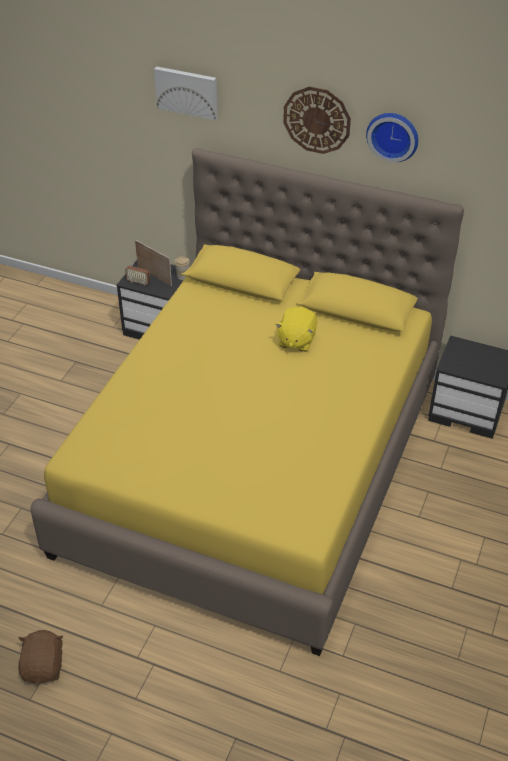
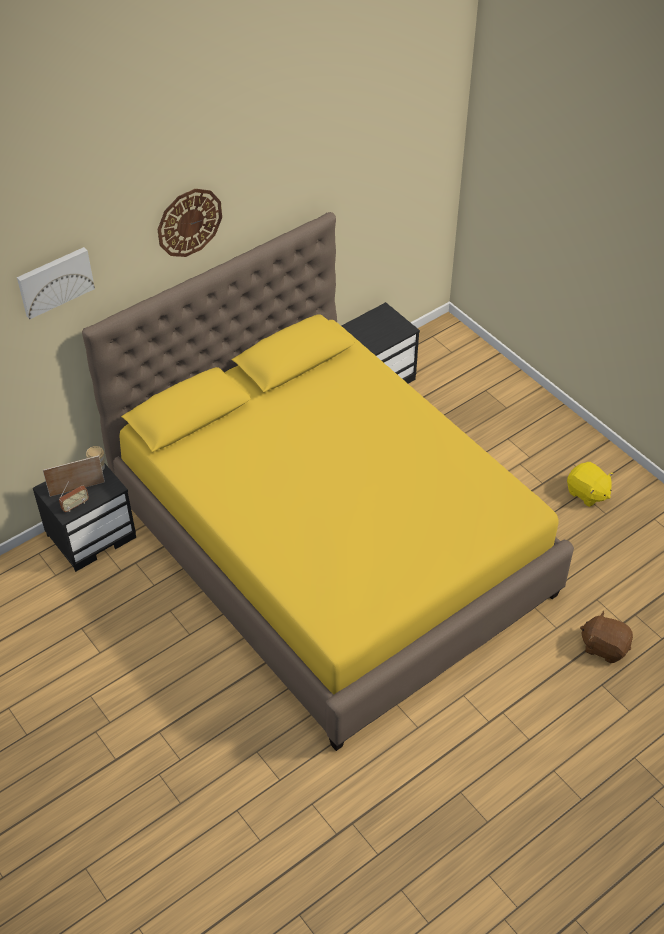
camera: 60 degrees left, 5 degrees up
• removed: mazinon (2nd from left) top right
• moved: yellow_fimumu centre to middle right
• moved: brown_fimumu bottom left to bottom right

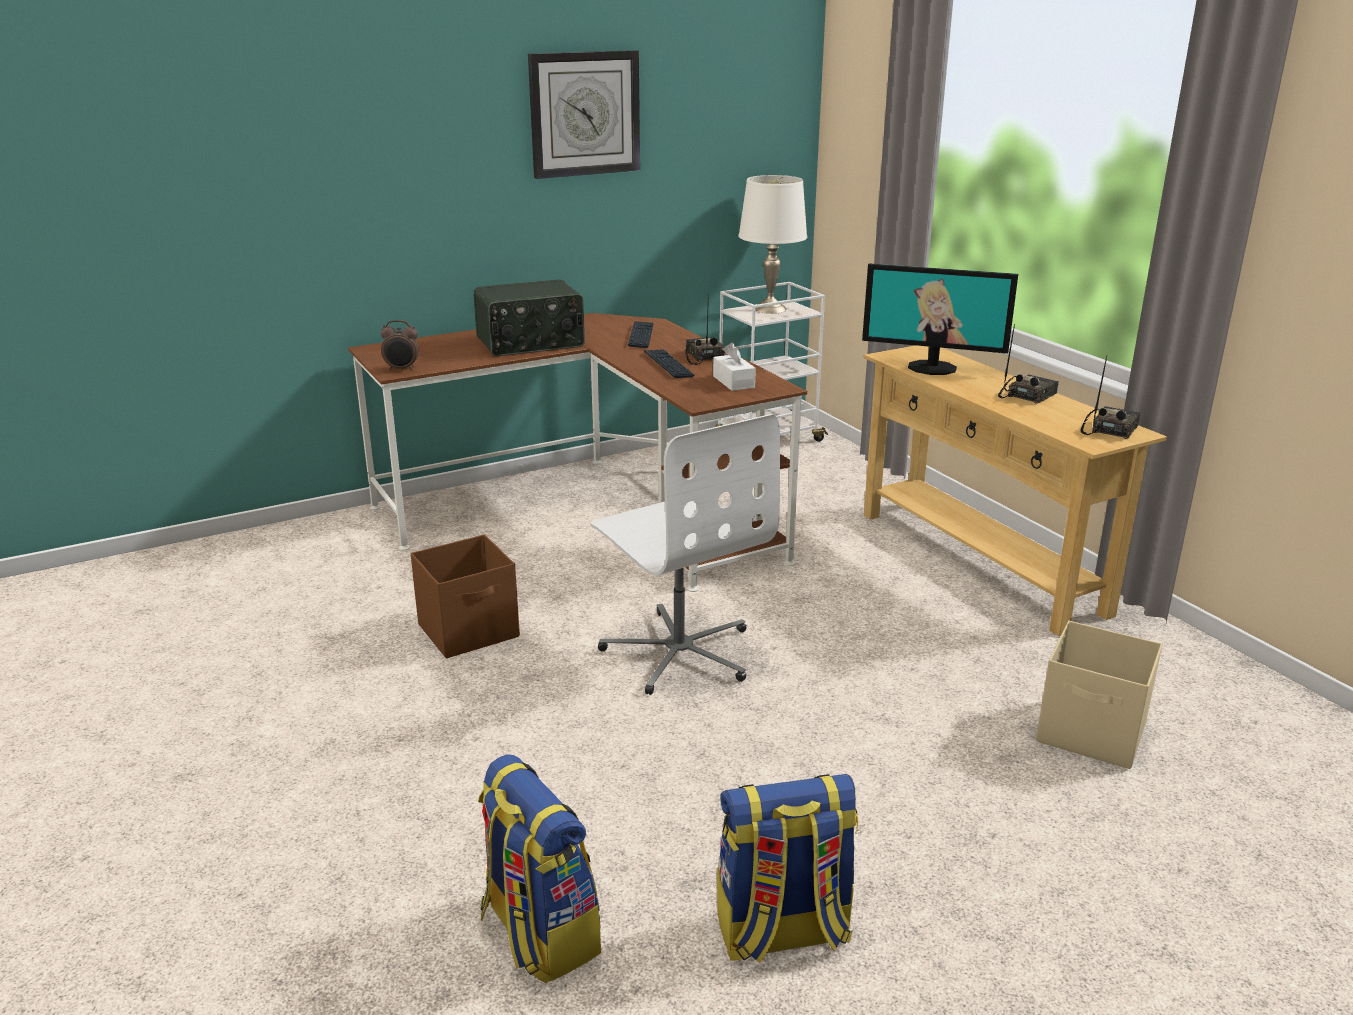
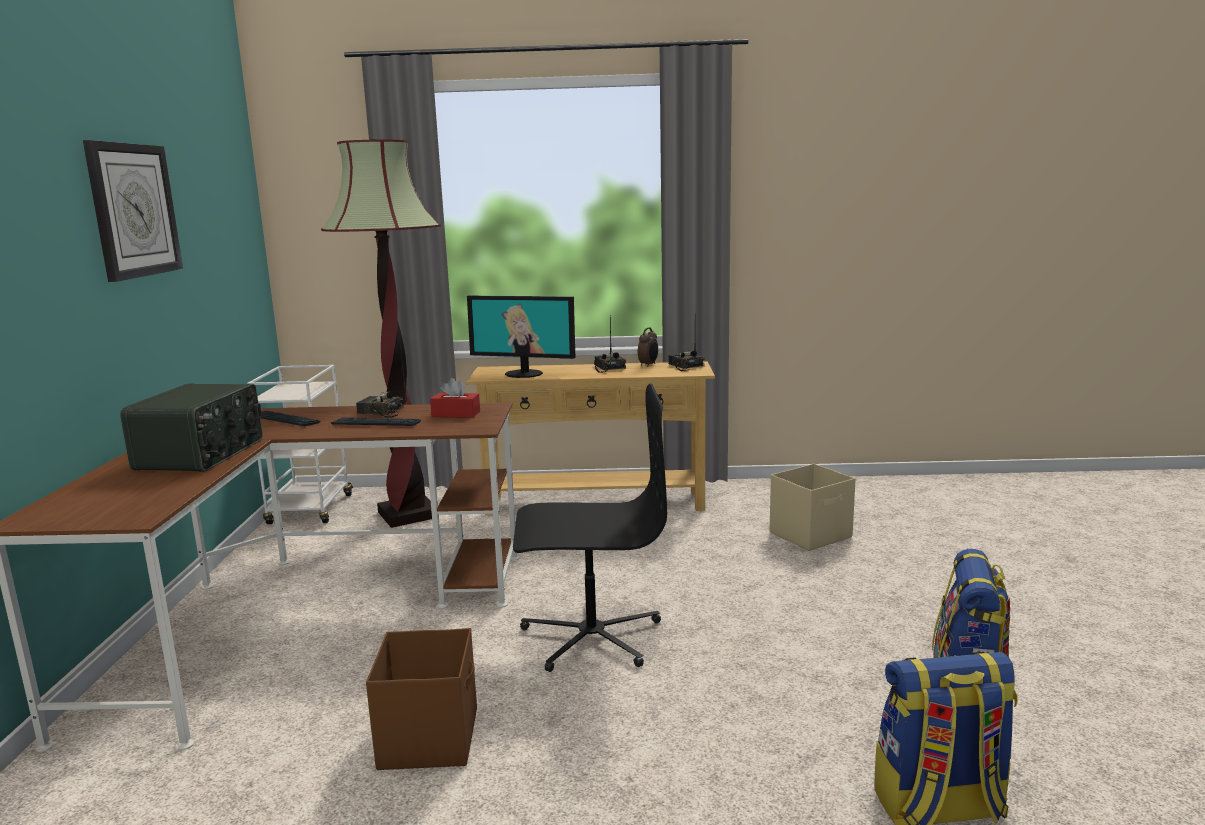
camera: 60 degrees left, 10 degrees down
• removed: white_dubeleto top centre
• turned: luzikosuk top right = centre 60 degrees clockwise
• moved: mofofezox middle left to centre
• recoloured: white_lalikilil centre to red_lalikilil centre
• recoloured: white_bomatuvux centre to black_bomatuvux centre
• added: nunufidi middle left

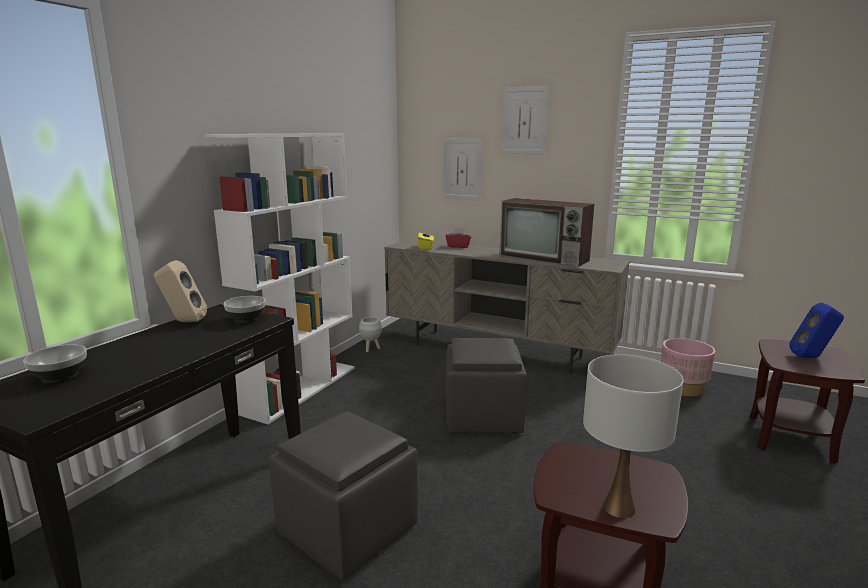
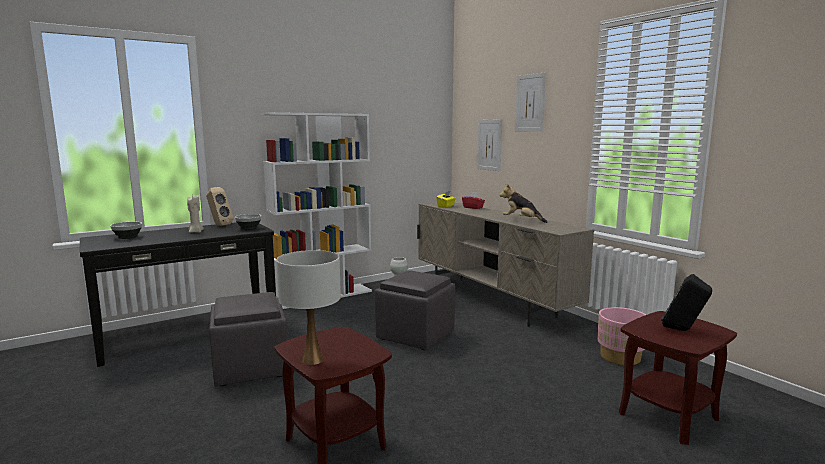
camera: 30 degrees right, 5 degrees down
• replaced: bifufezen centre to fimumu centre
• recoloured: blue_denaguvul middle right to black_denaguvul middle right
• added: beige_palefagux middle left

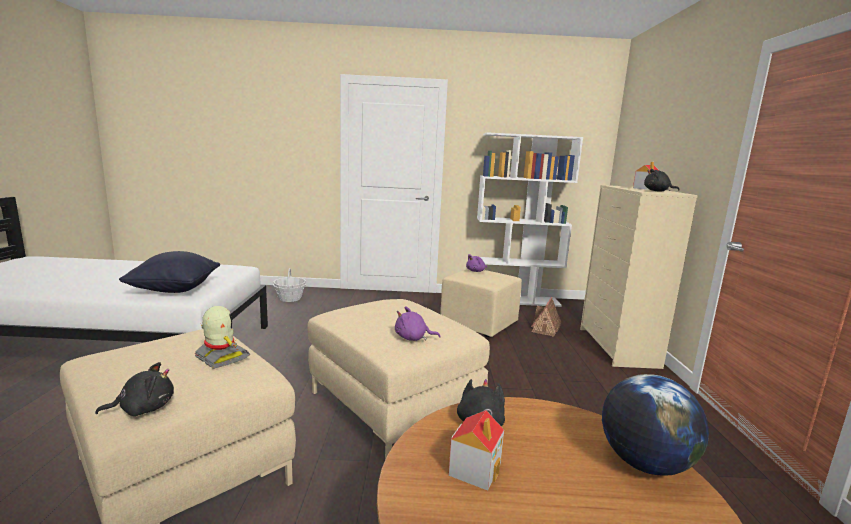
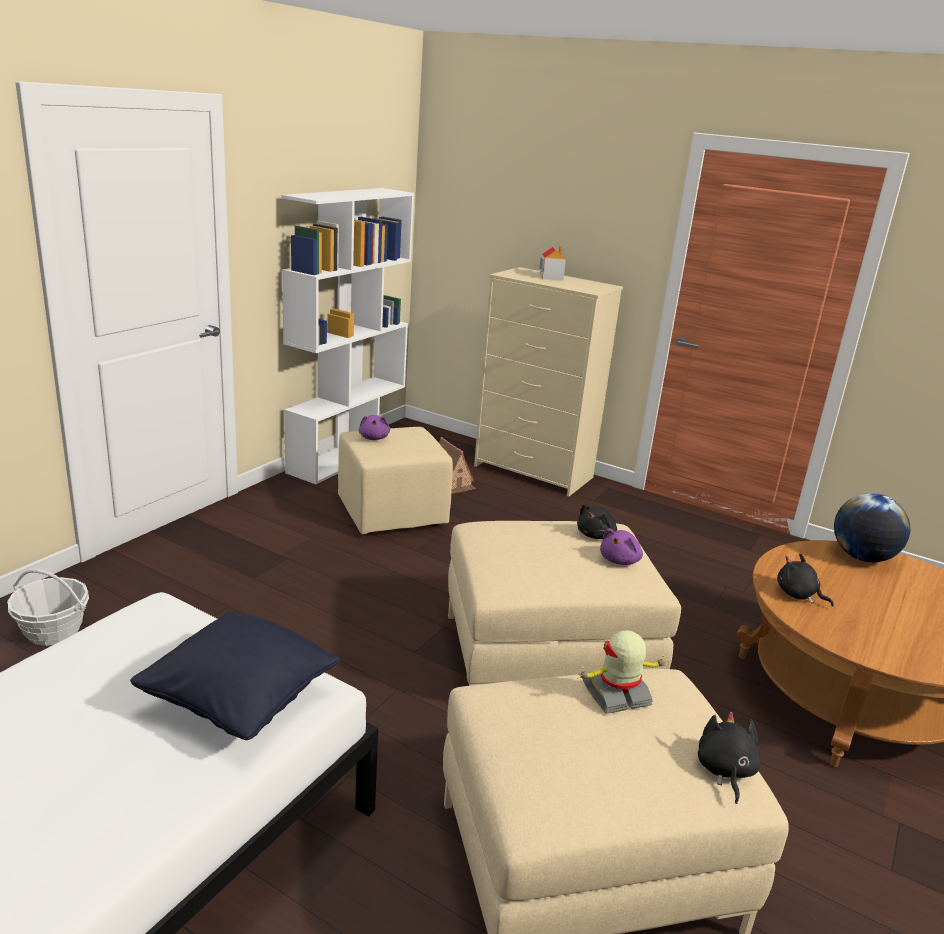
camera: 60 degrees left, 10 degrees up
• moved: black_fimumu (3rd from left in the first image) middle right to black_fimumu (1st from left) centre
• removed: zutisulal (1st from left) bottom centre

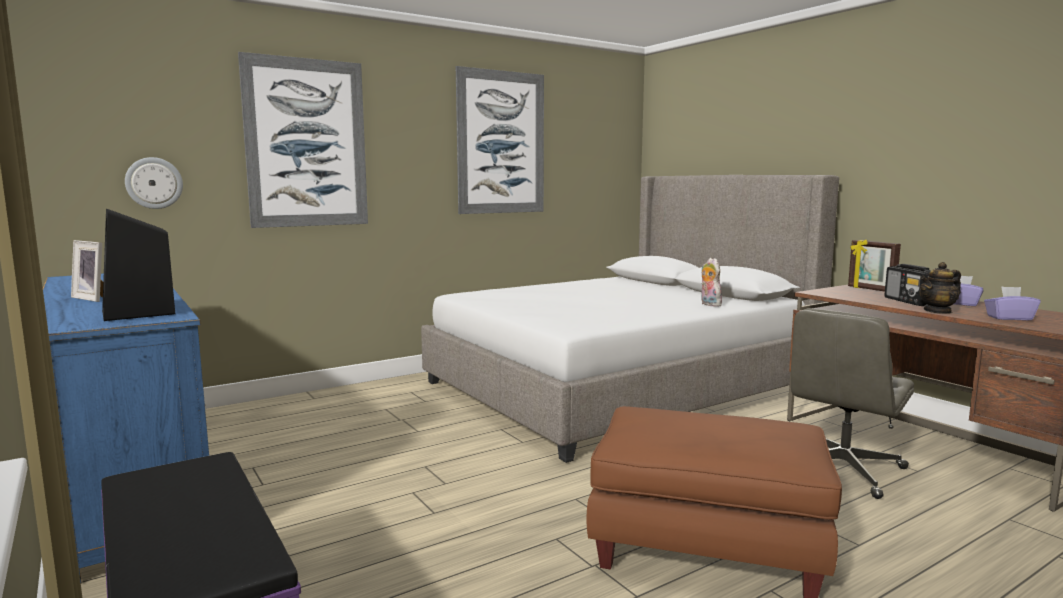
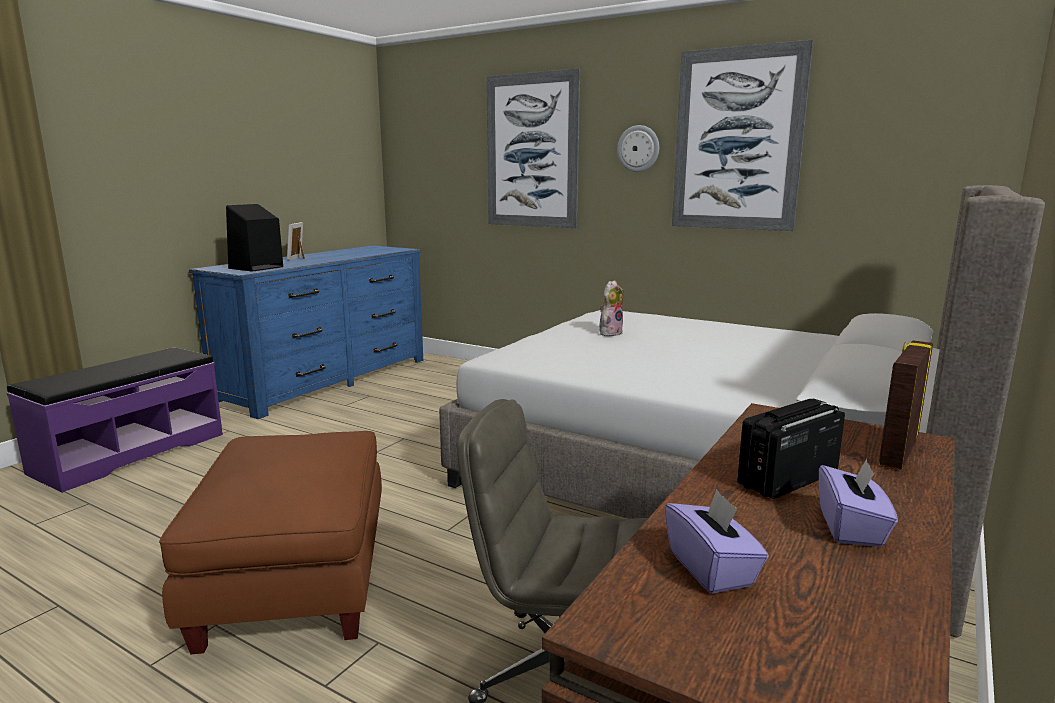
camera: 65 degrees right, 5 degrees up
• moved: mazinon top left to top centre
• moved: fimumu middle right to centre
• removed: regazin middle right

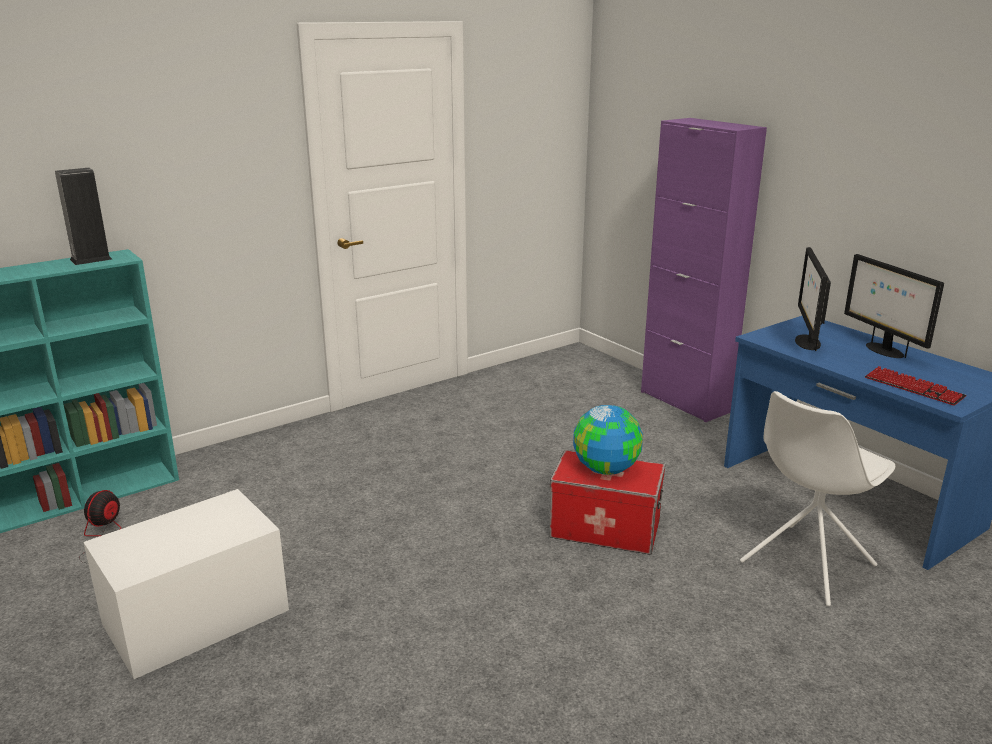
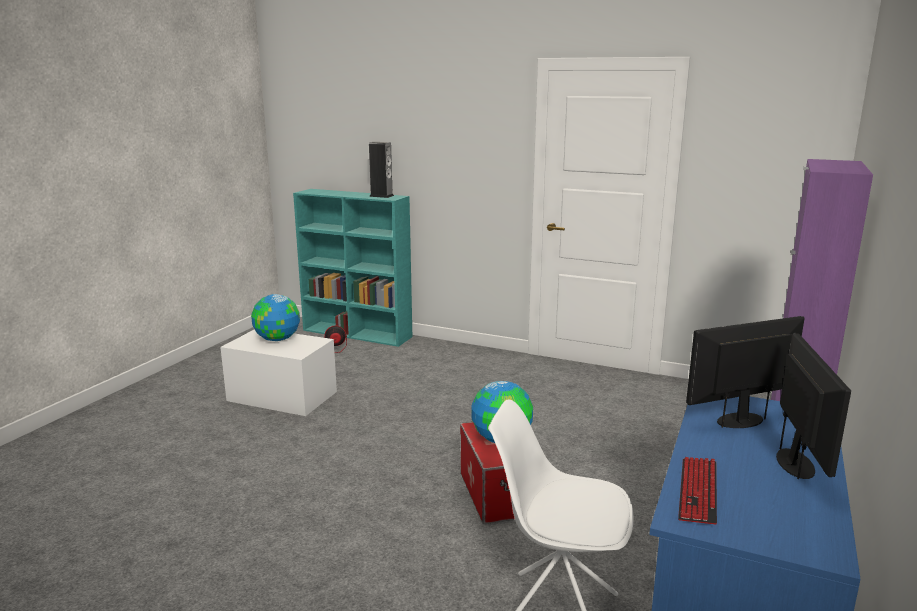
camera: 60 degrees right, 5 degrees down
• turned: luzikosuk (2nd from left) middle right = middle right 150 degrees clockwise
• added: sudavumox (1st from left) middle left

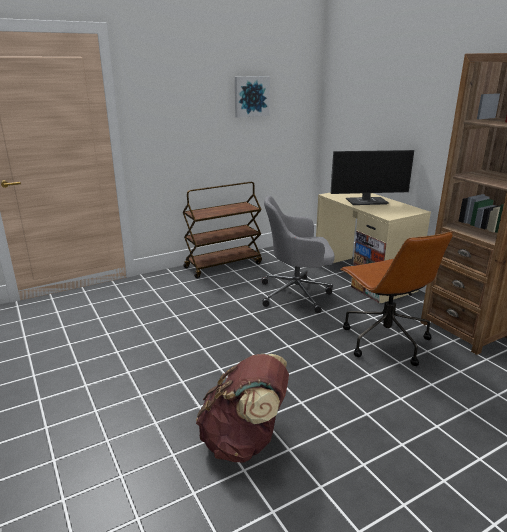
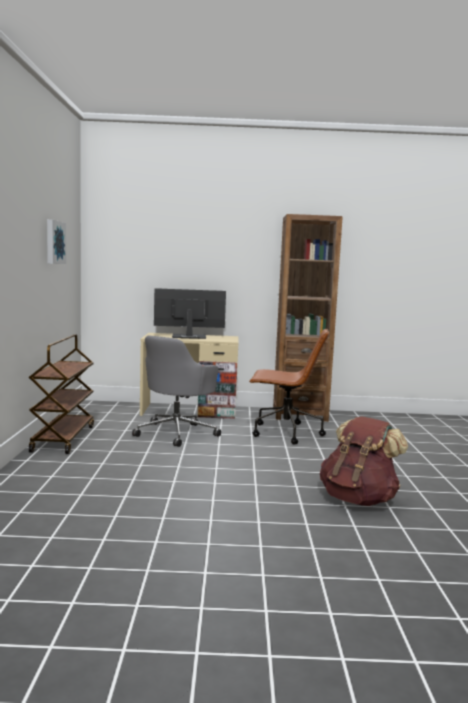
camera: 60 degrees left, 15 degrees down
• turned: luzikosuk top right = centre 120 degrees counterclockwise

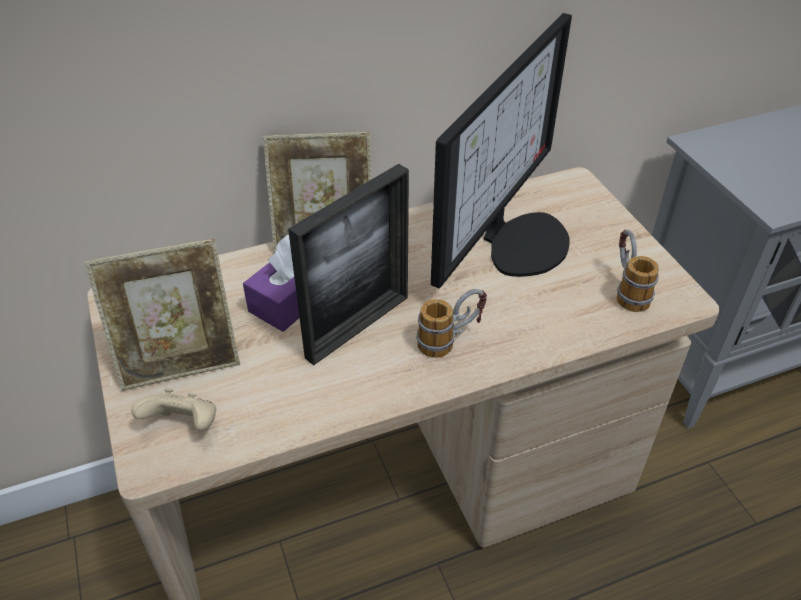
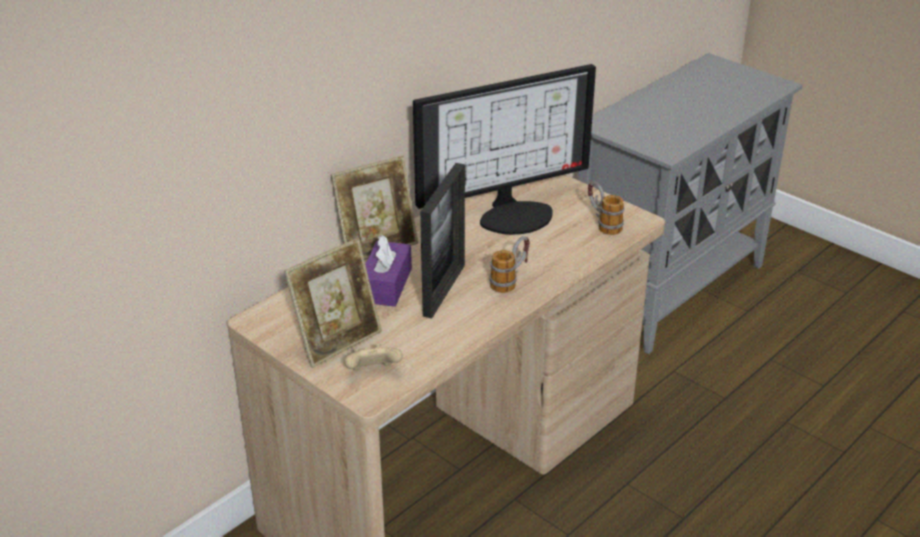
camera: 25 degrees left, 10 degrees down
• turned: luzikosuk top centre = top centre 60 degrees clockwise

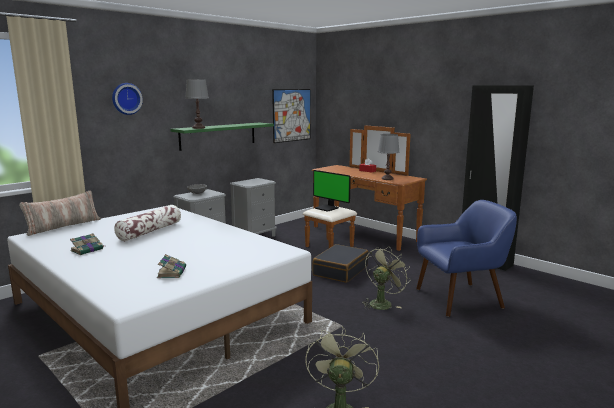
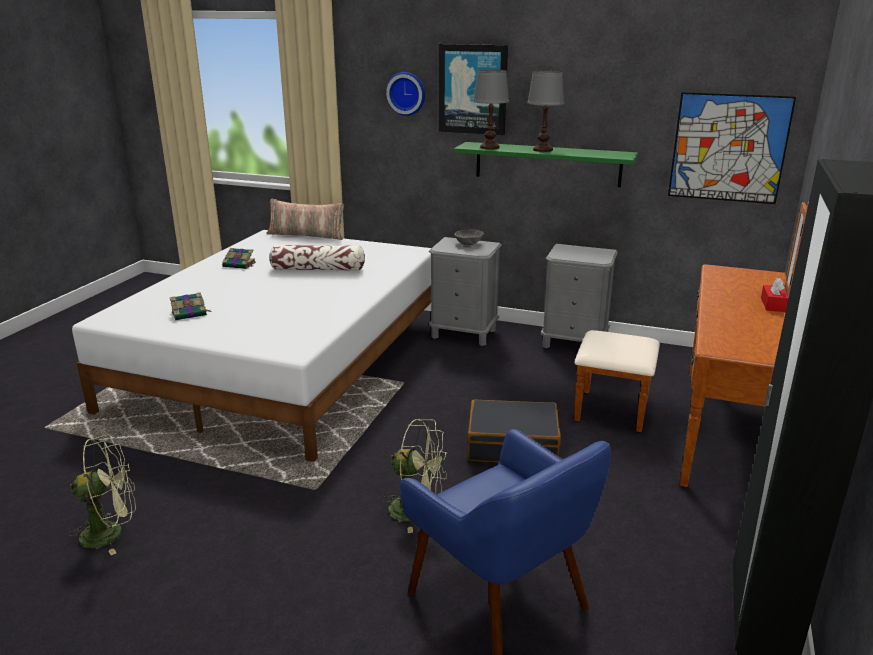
camera: 65 degrees right, 10 degrees up
• moved: grey_dubeleto (2nd from left) centre to top centre
• removed: luzikosuk centre
• added: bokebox (1st from left) top centre

